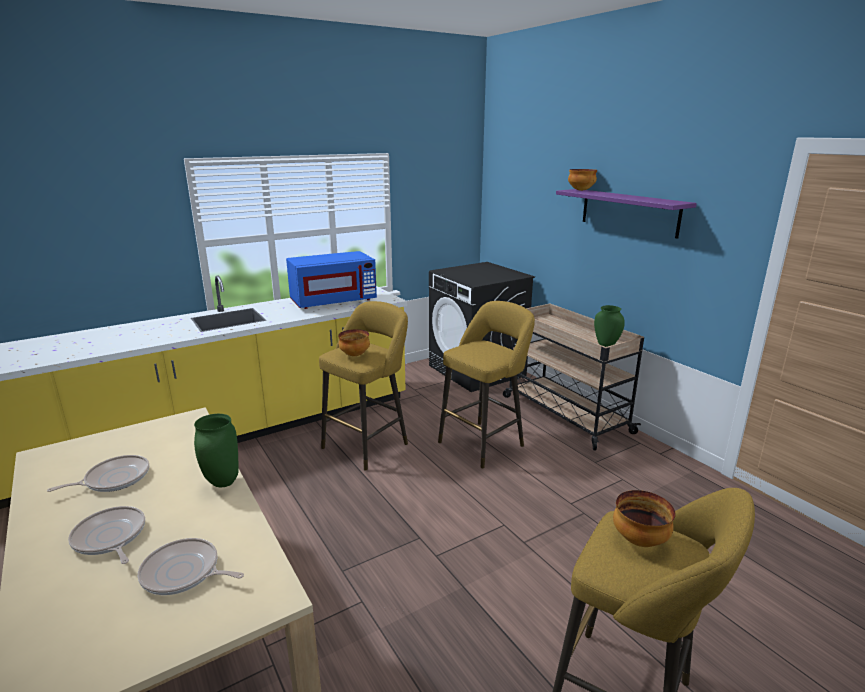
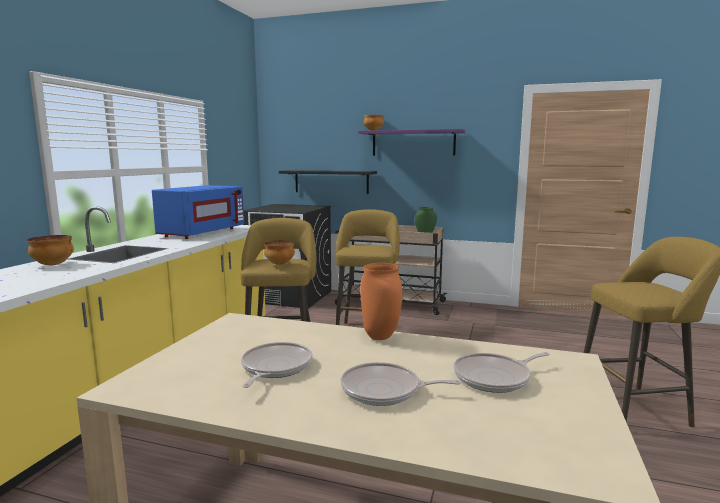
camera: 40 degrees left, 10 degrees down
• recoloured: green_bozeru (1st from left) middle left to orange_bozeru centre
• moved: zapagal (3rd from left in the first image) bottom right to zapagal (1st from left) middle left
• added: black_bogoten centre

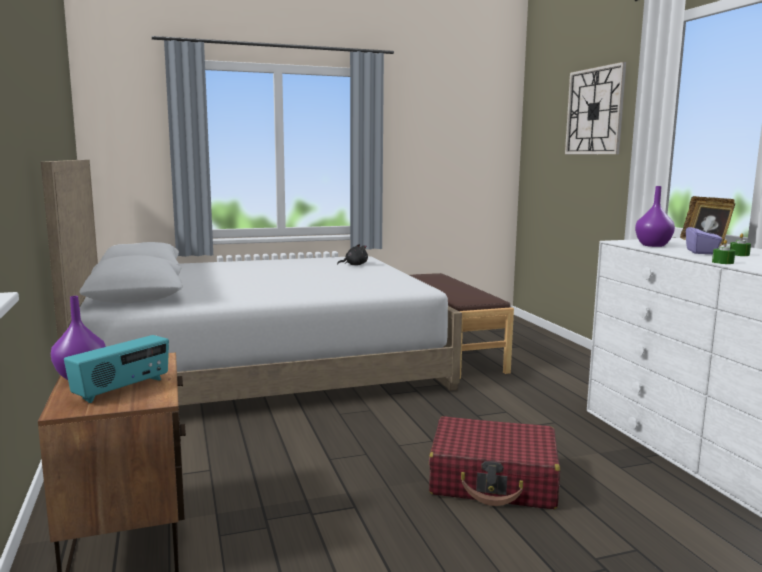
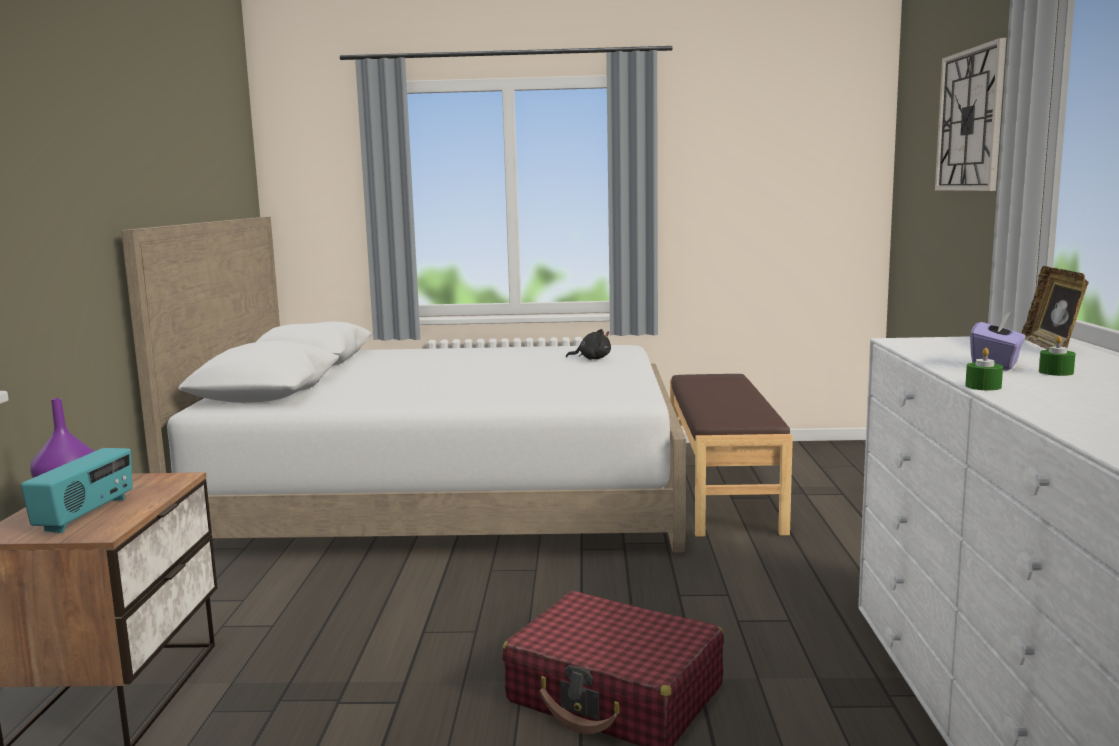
camera: 20 degrees right, 0 degrees up
• removed: purple_bozeru (2nd from left) middle right
• turned: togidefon middle left = middle left 45 degrees counterclockwise

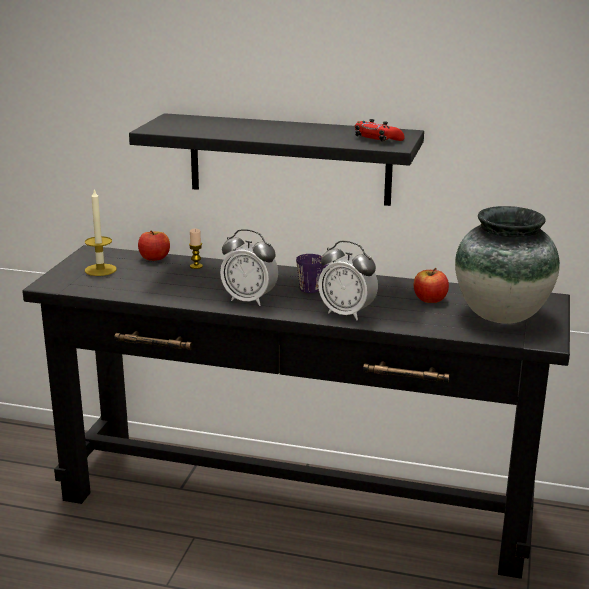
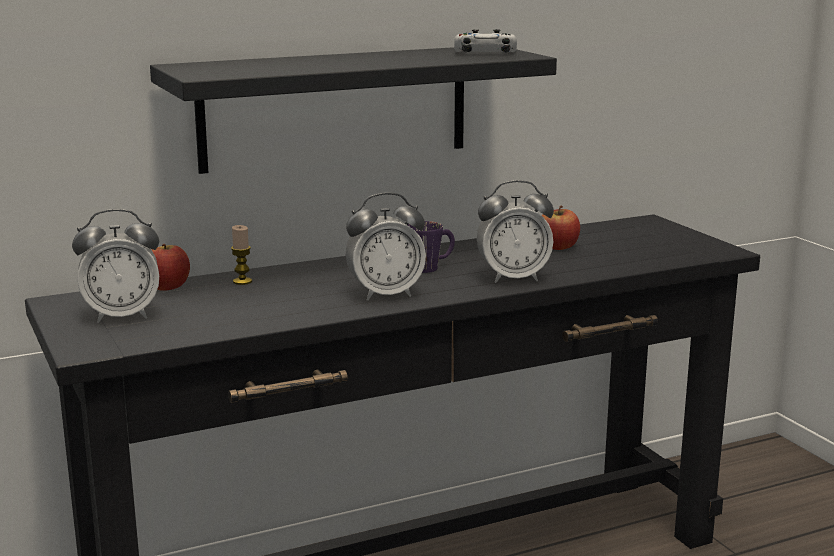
camera: 40 degrees left, 5 degrees down
• recoloured: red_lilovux top centre to white_lilovux top centre
• replaced: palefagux (1st from left) middle left to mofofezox (1st from left) middle left
• removed: bozeru middle right

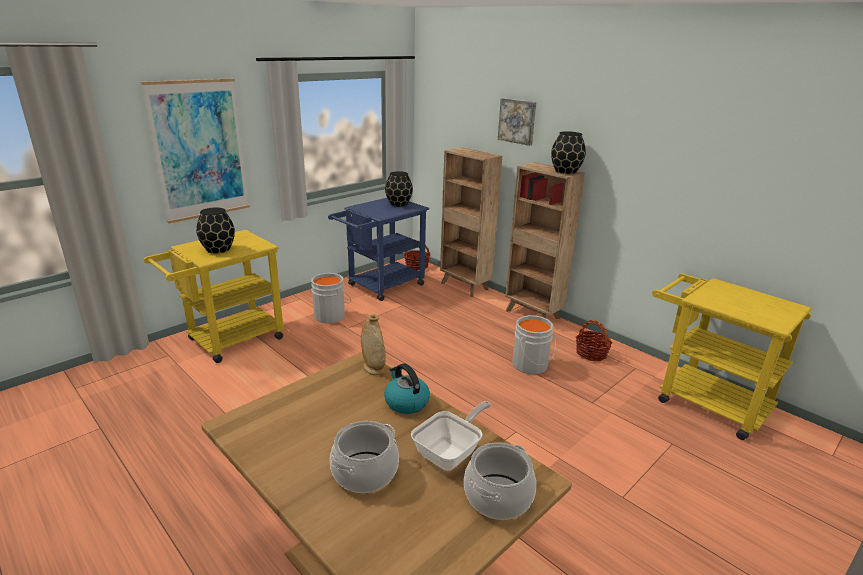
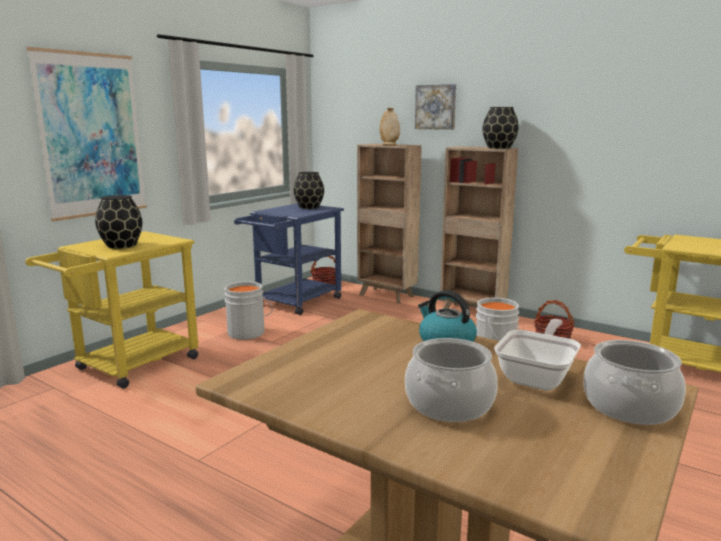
camera: 10 degrees left, 10 degrees down
• moved: beige_bozeru centre to top centre

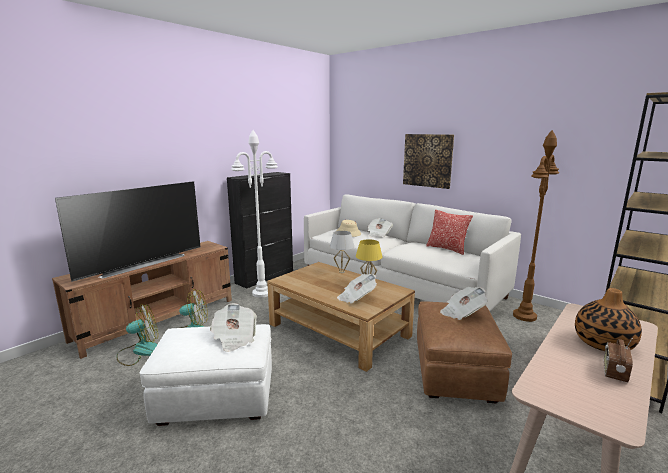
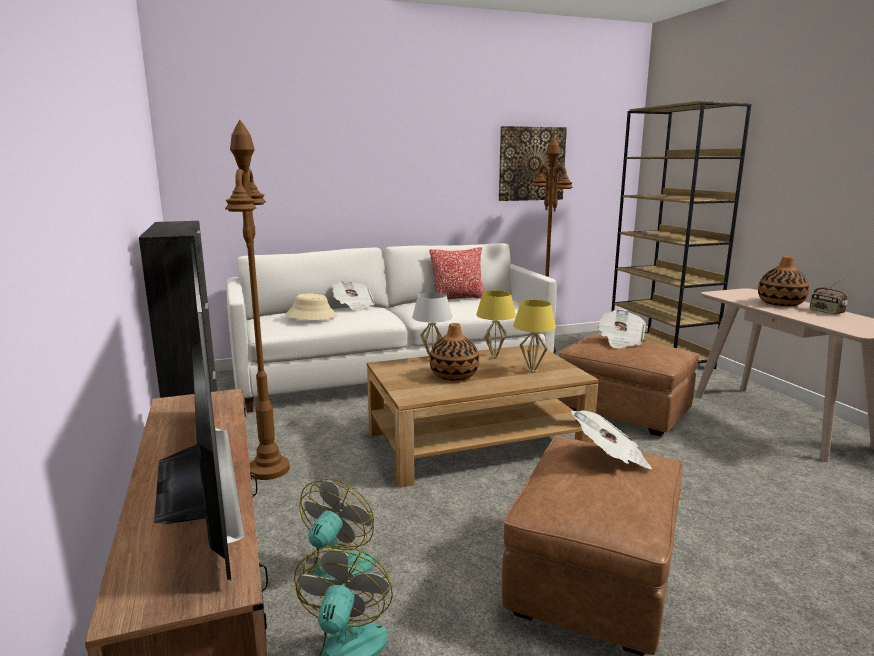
camera: 60 degrees left, 0 degrees up
• recoloured: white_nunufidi centre to brown_nunufidi (1st from left) middle left
• moved: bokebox centre to top centre
• replaced: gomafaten (2nd from left) centre to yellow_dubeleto (2nd from left) centre
• recoloured: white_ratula bottom left to brown_ratula (1st from left) bottom right
• added: bozeru (1st from left) centre

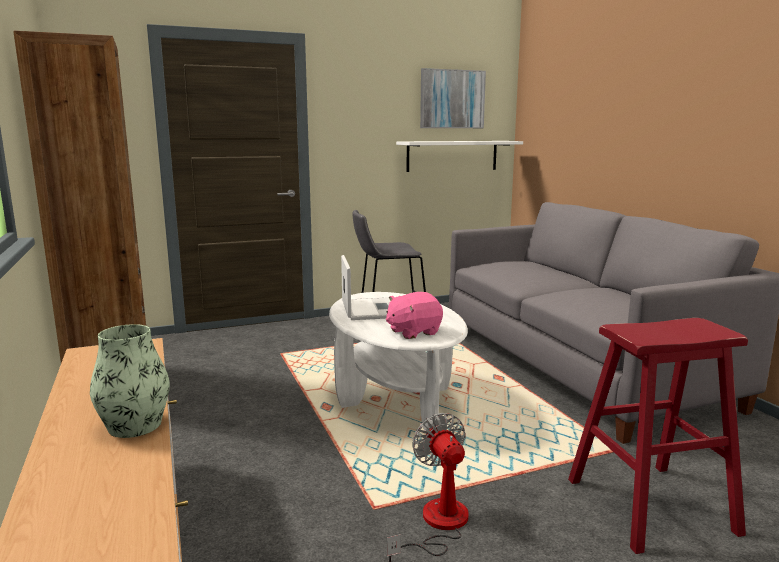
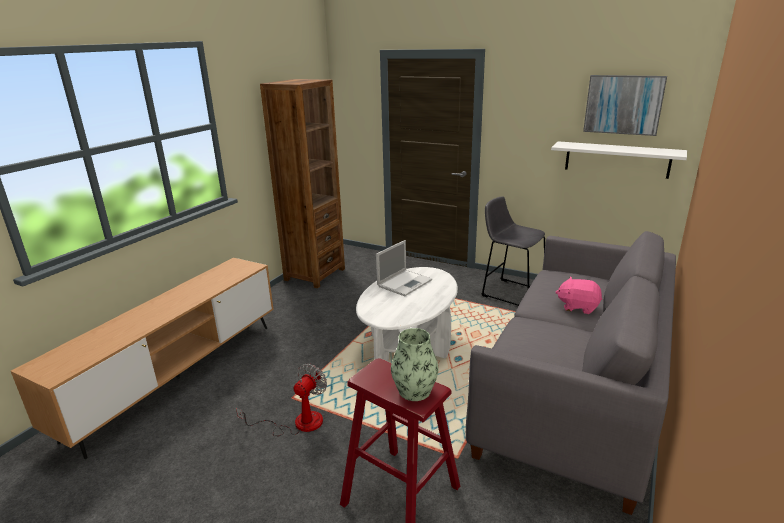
camera: 50 degrees right, 10 degrees up
• moved: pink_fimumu centre to middle right
• moved: bozeru bottom left to bottom centre

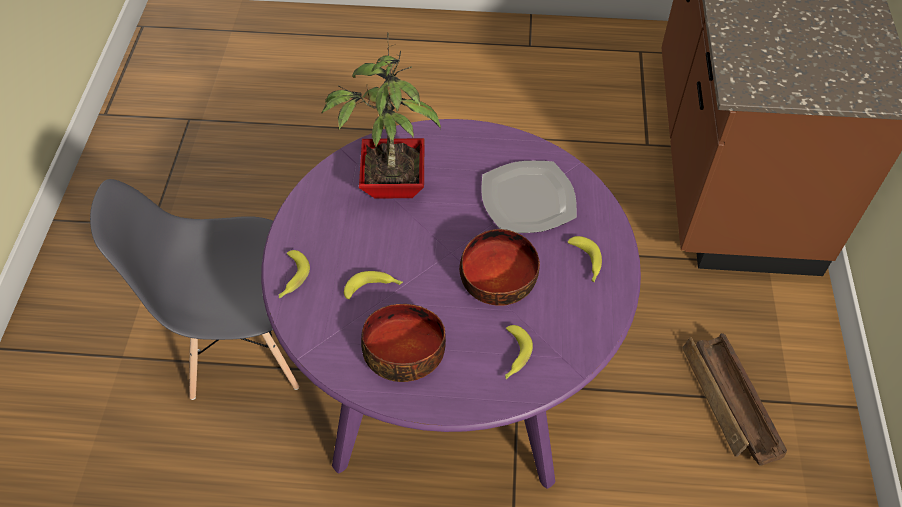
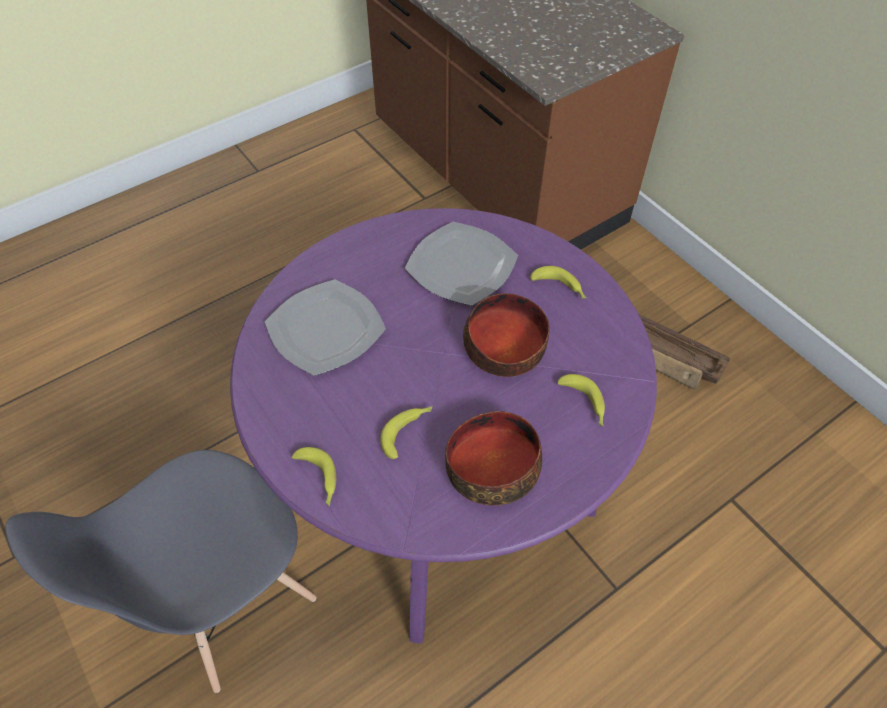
camera: 40 degrees left, 0 degrees up
• replaced: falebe top centre to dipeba (1st from left) centre

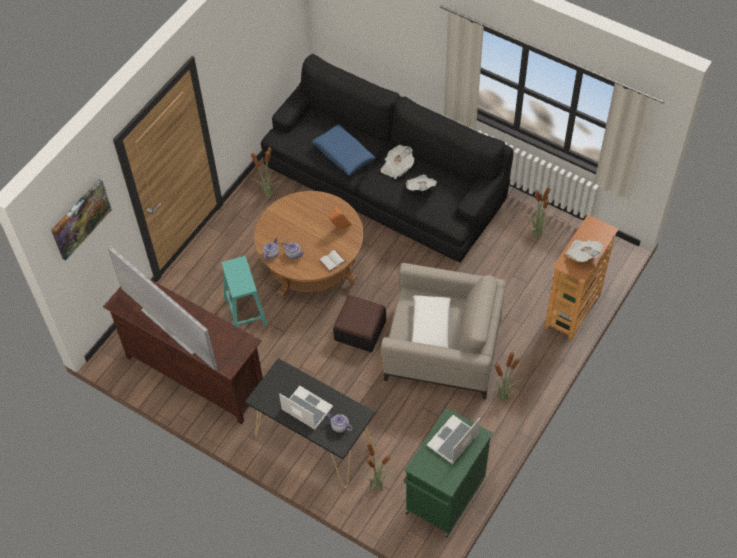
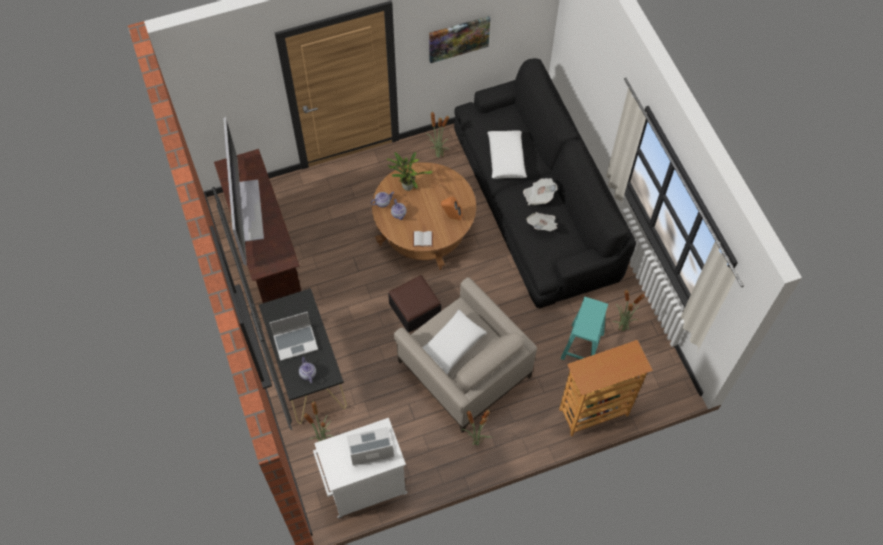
camera: 35 degrees right, 5 degrees up
• recoloured: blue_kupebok top centre to white_kupebok (2nd from left) top centre
• moved: bokebox middle left to top centre
• removed: gomafaten (3rd from left) middle right
• moved: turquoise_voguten middle left to centre
• turned: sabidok (1st from left) bottom centre = middle left 90 degrees clockwise
• recoloured: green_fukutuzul bottom centre to white_fukutuzul bottom centre
• added: falebe (2nd from left) top centre

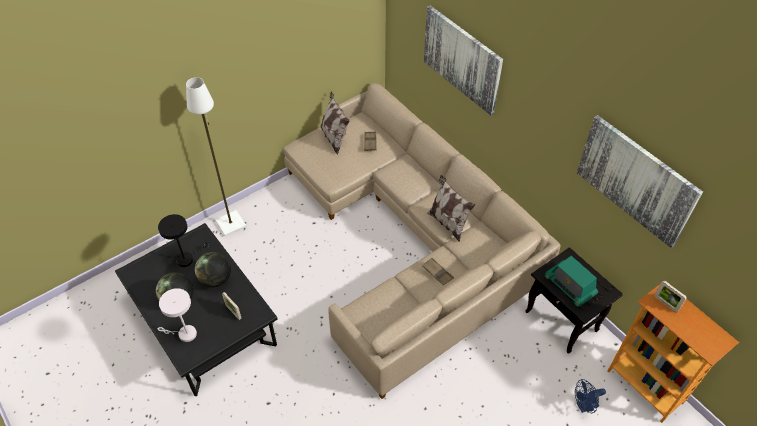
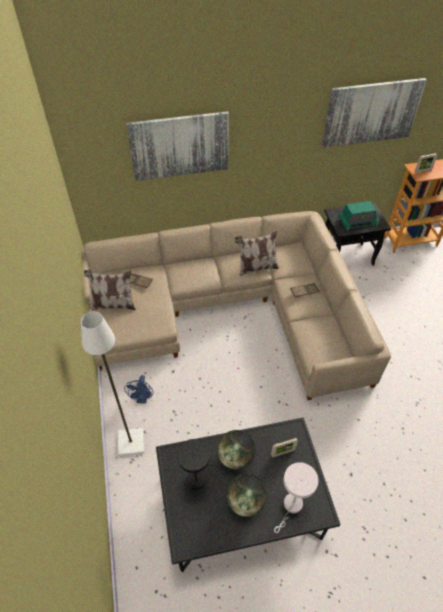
camera: 65 degrees left, 0 degrees up
• moved: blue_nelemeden bottom right to middle left

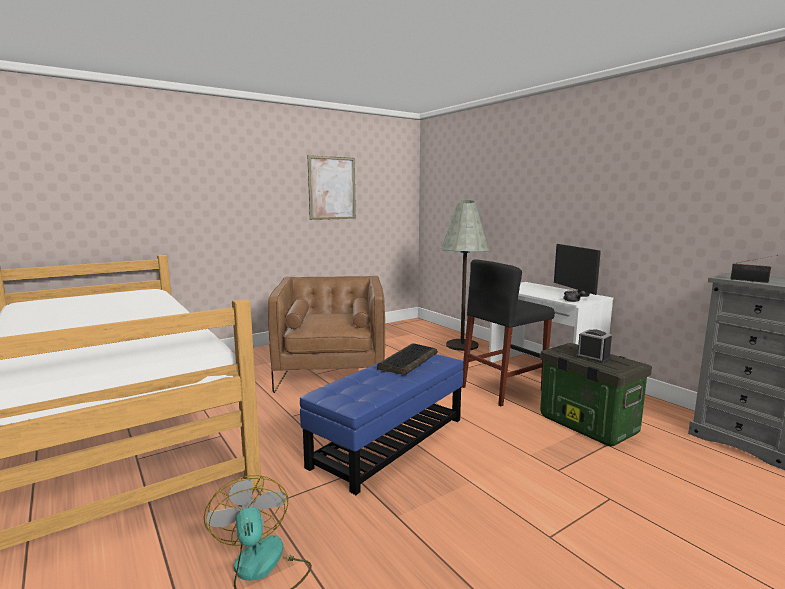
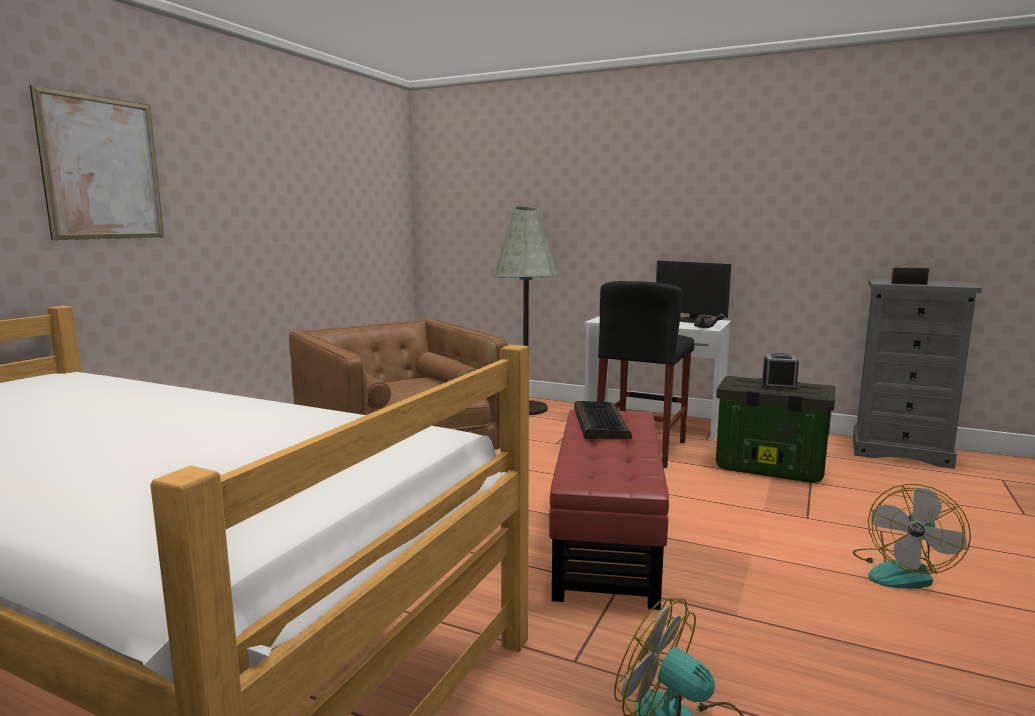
camera: 30 degrees left, 0 degrees up
• moved: bokebox top centre to top left
• recoloured: blue_ratula bottom centre to red_ratula bottom centre
• added: nelemeden (2nd from left) bottom right

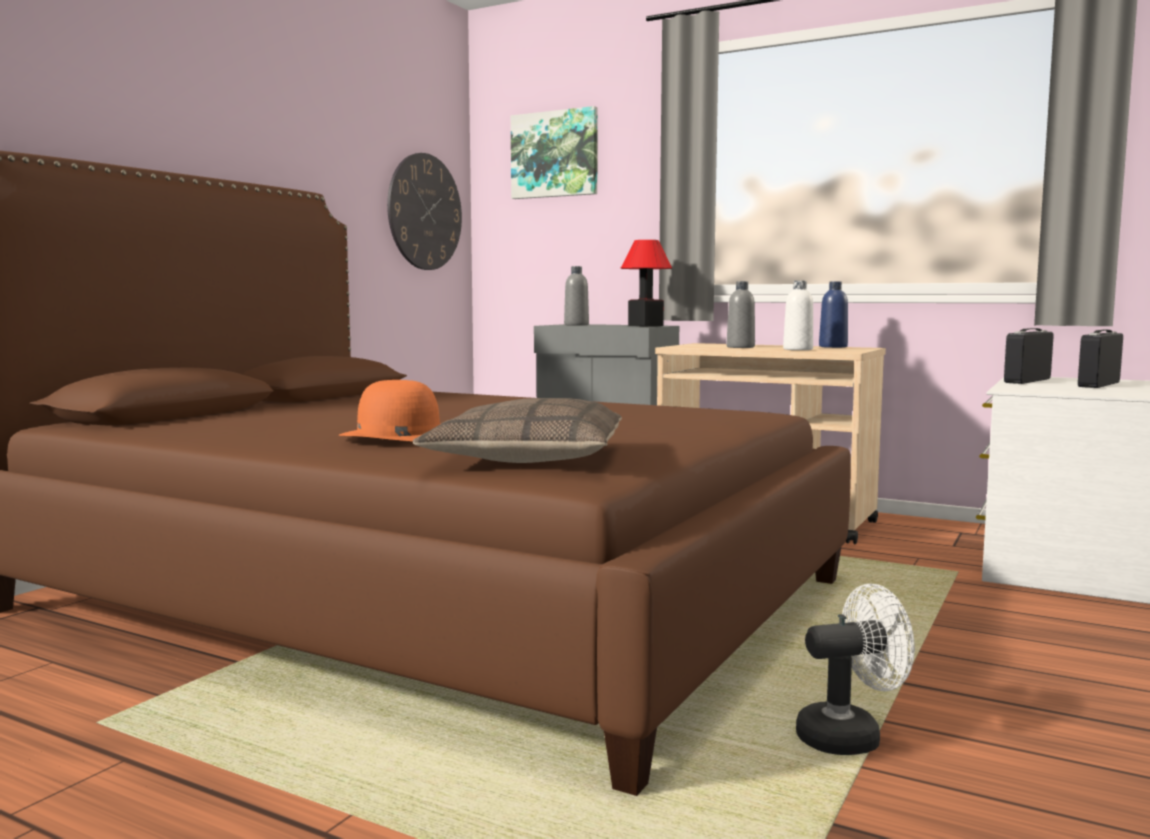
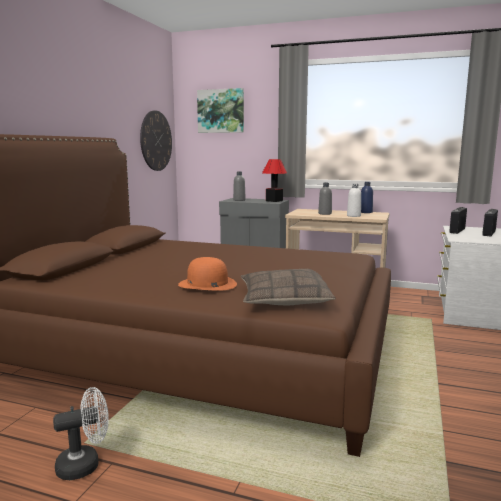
camera: 10 degrees left, 5 degrees up
• moved: white_nelemeden bottom right to bottom left

